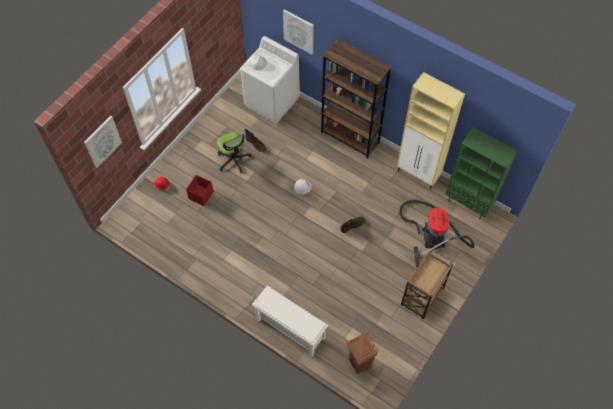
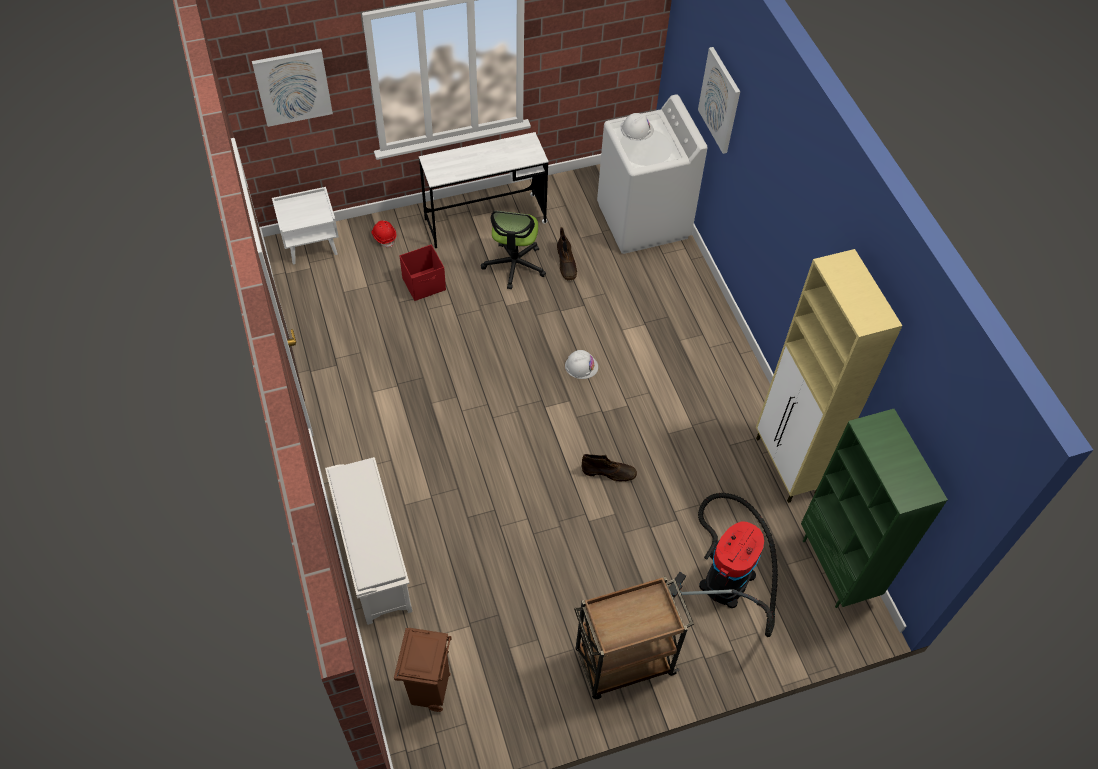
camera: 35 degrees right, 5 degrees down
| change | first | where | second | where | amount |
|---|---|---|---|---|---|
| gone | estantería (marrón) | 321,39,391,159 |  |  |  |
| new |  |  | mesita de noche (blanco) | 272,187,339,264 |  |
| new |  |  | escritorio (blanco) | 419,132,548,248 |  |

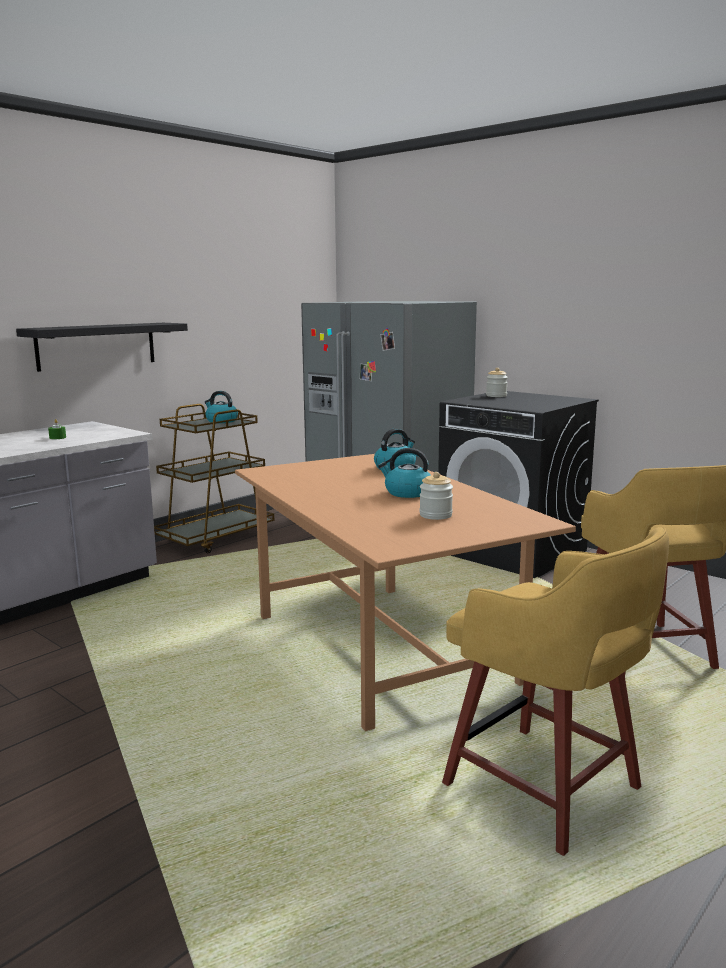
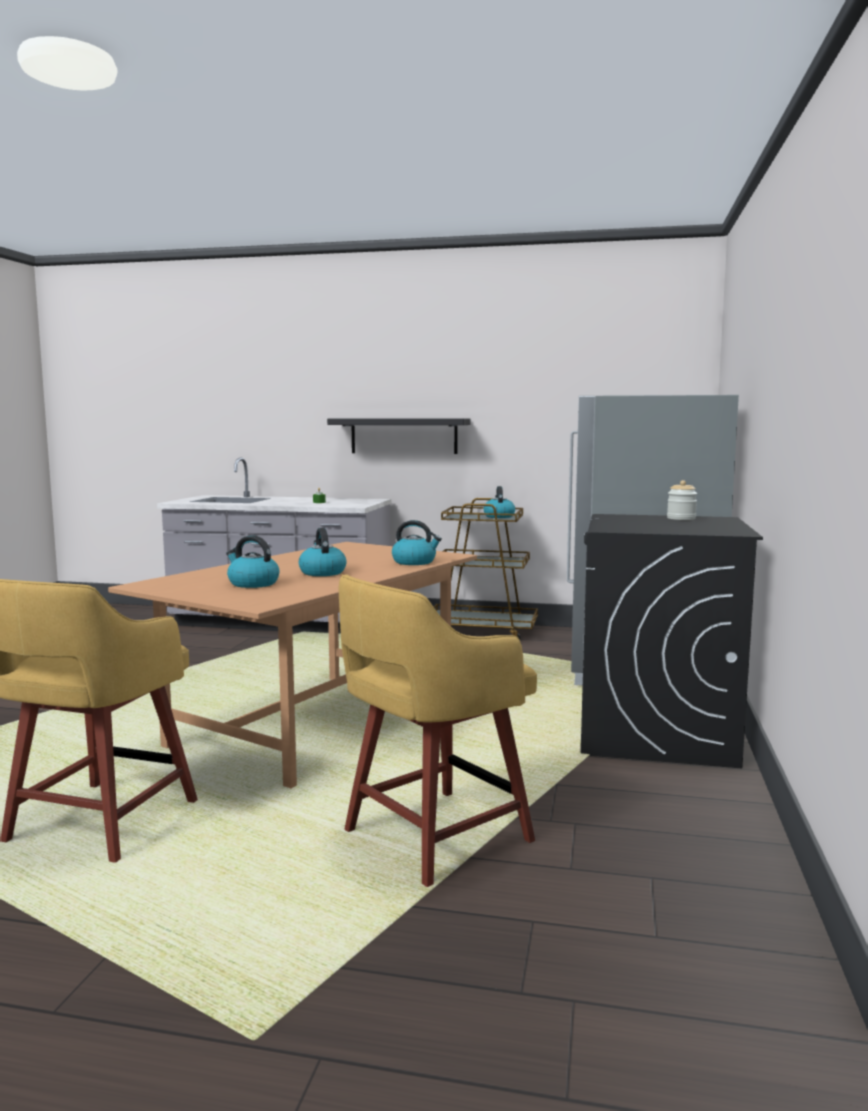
camera: 60 degrees right, 5 degrees down
| change | first | where | second | where | amount |
|---|---|---|---|---|---|
| swapped | tarro | 419,472,453,520 | hervidor | 226,536,279,588 |  |

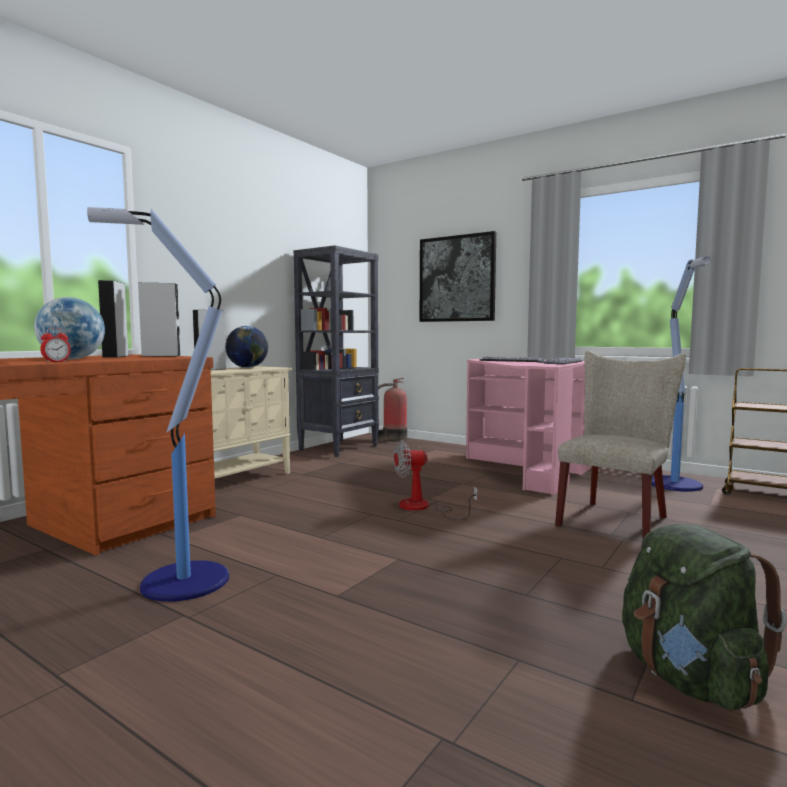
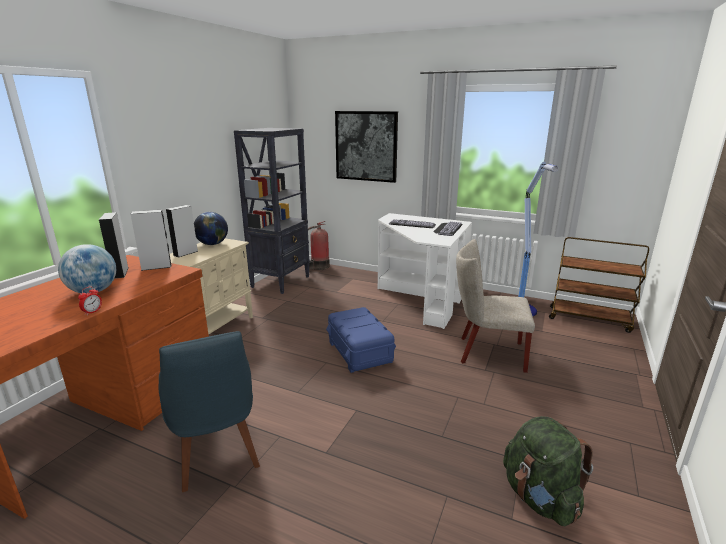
camera: 10 degrees left, 15 degrees up
| change | first | where | second | where | amount |
|---|---|---|---|---|---|
| swapped | lámpara de pie | 87,207,229,602 | silla (azul) | 158,331,260,492 |  |
| swapped | ventilador | 394,440,478,520 | caja de almacenaje (azul) | 326,307,396,373 |  |
| repainted | escritorio (rosa) | 466,358,592,495 | escritorio (blanco) | 378,213,472,329 |  |
| rotated | silla (beis) | 555,351,686,538 |  | 456,239,535,373 | 105 degrees counterclockwise |

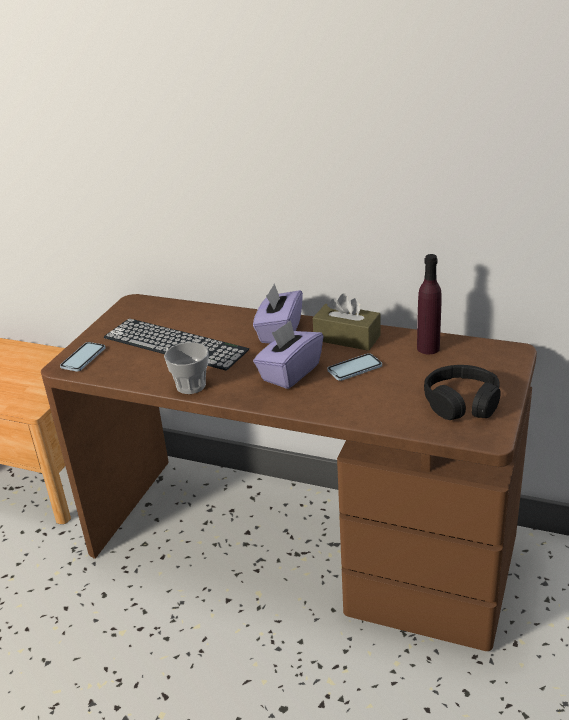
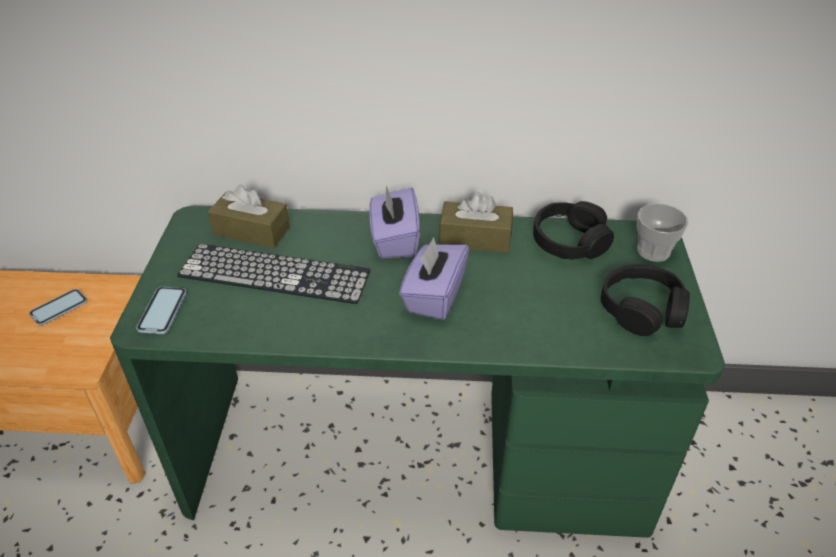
camera: 20 degrees left, 10 degrees up
| change | first | where | second | where | amount |
|---|---|---|---|---|---|
| new |  |  | caja de pañuelos (marrón) | 208,185,290,248 |  |
| shifted | taza | 164,342,209,394 |  | 637,203,688,262 |  |
| shifted | móvil | 327,353,382,381 |  | 29,289,87,326 |  |
| swapped | botella (morado) | 417,254,442,354 | auriculares (negro) | 533,201,614,260 |  |
| repainted | escritorio (marrón) | 41,294,537,651 | escritorio (verde) | 110,206,725,538 |  |

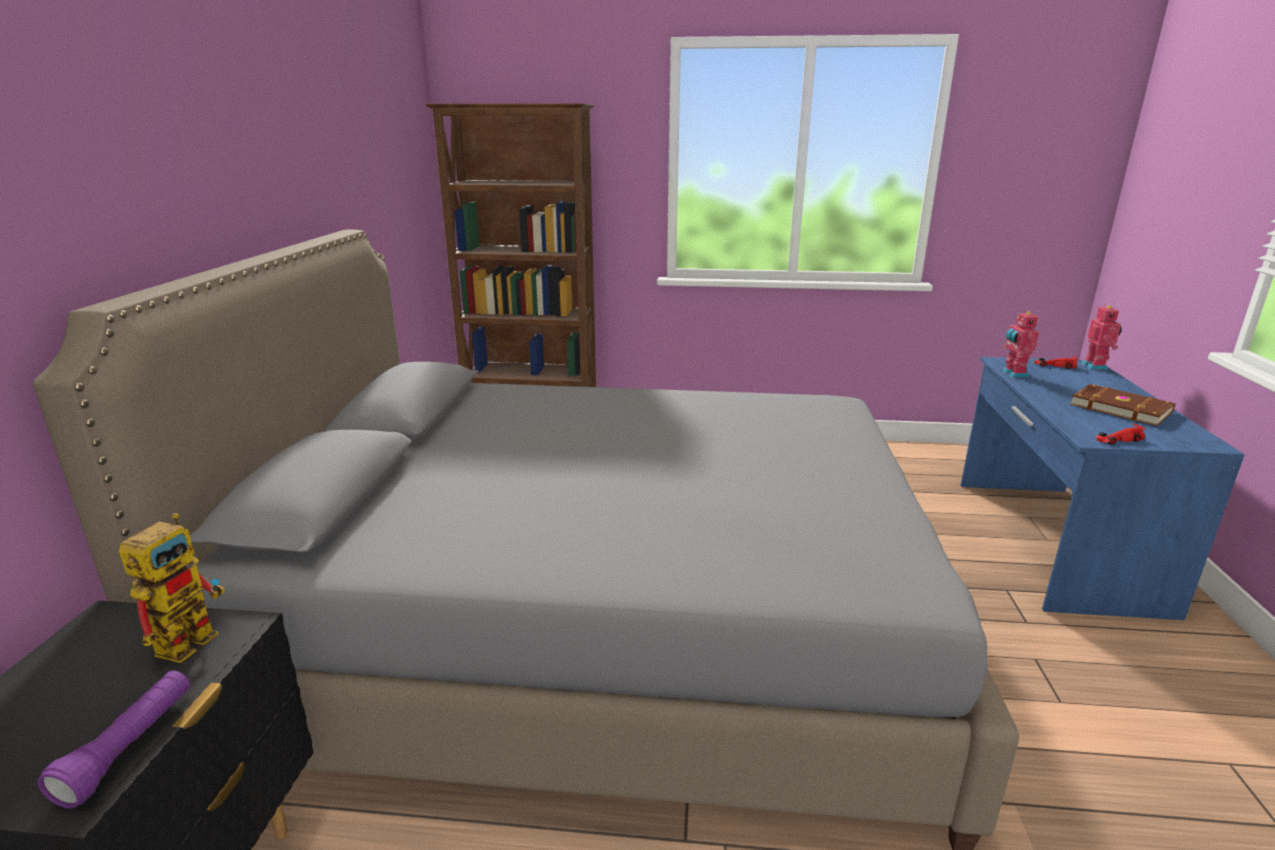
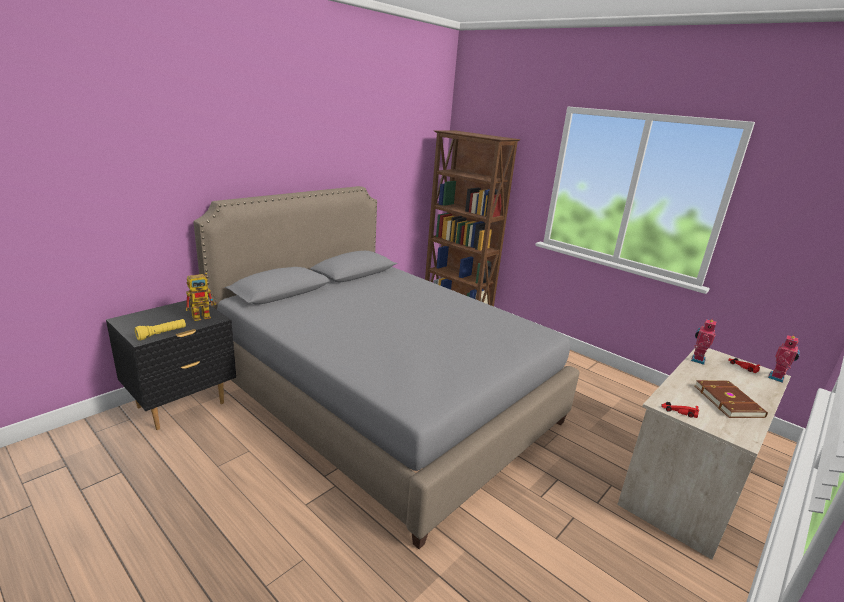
camera: 35 degrees right, 0 degrees up
| change | first | where | second | where | amount |
|---|---|---|---|---|---|
| repainted | linterna (morado) | 38,671,190,808 | linterna (amarillo) | 135,319,186,341 |  |
| repainted | escritorio (azul) | 960,357,1245,620 | escritorio (beis) | 617,346,791,560 |  |

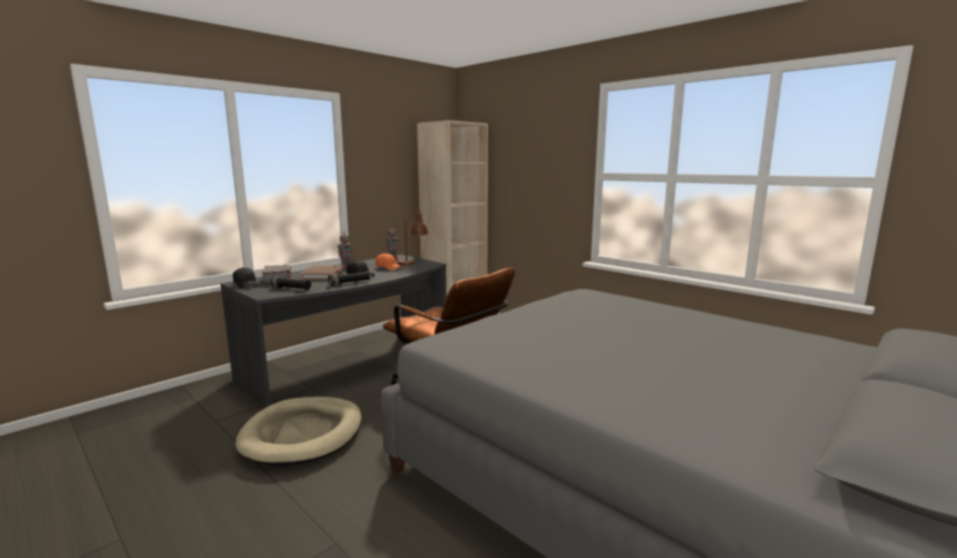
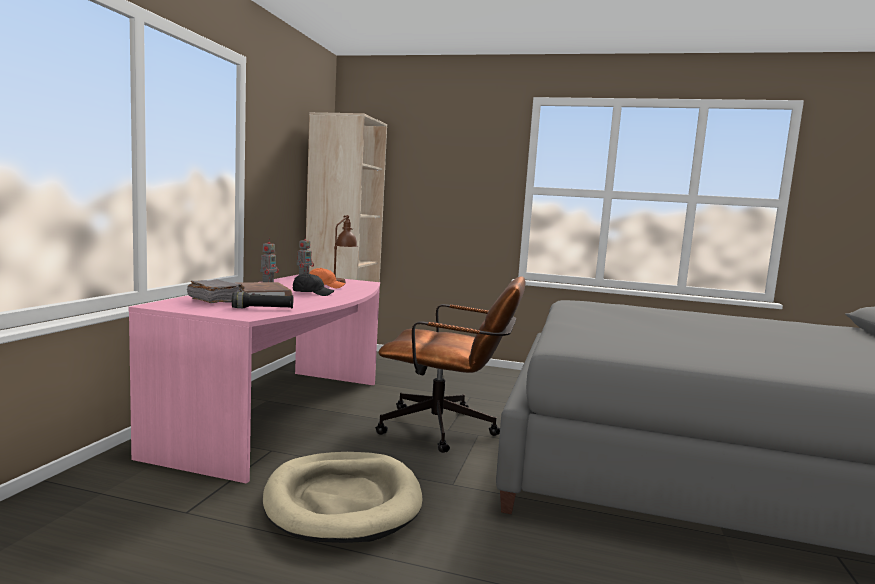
camera: 30 degrees left, 5 degrees down
| change | first | where | second | where | amount |
|---|---|---|---|---|---|
| gone | gorra (negro) | 233,268,257,288 |  |  |  |
| gone | linterna (negro) | 328,271,370,286 |  |  |  |
| repainted | escritorio (gris) | 220,255,446,407 | escritorio (rosa) | 128,274,380,484 |  |

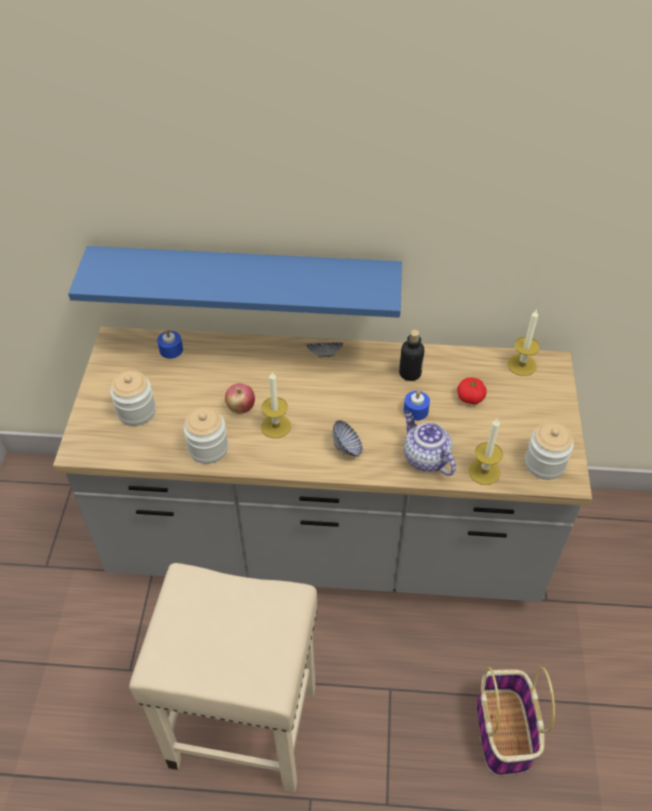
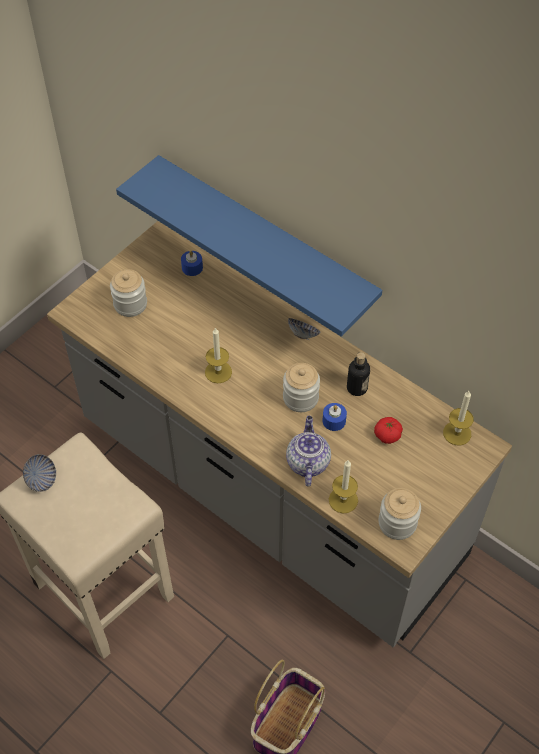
camera: 35 degrees right, 5 degrees up
| change | first | where | second | where | amount |
|---|---|---|---|---|---|
| gone | manzana | 225,383,255,414 |  |  |  |
| shifted | tarro | 183,407,228,464 |  | 283,363,320,412 |  |
| shifted | cuenco | 332,420,363,456 |  | 23,454,56,492 |  |

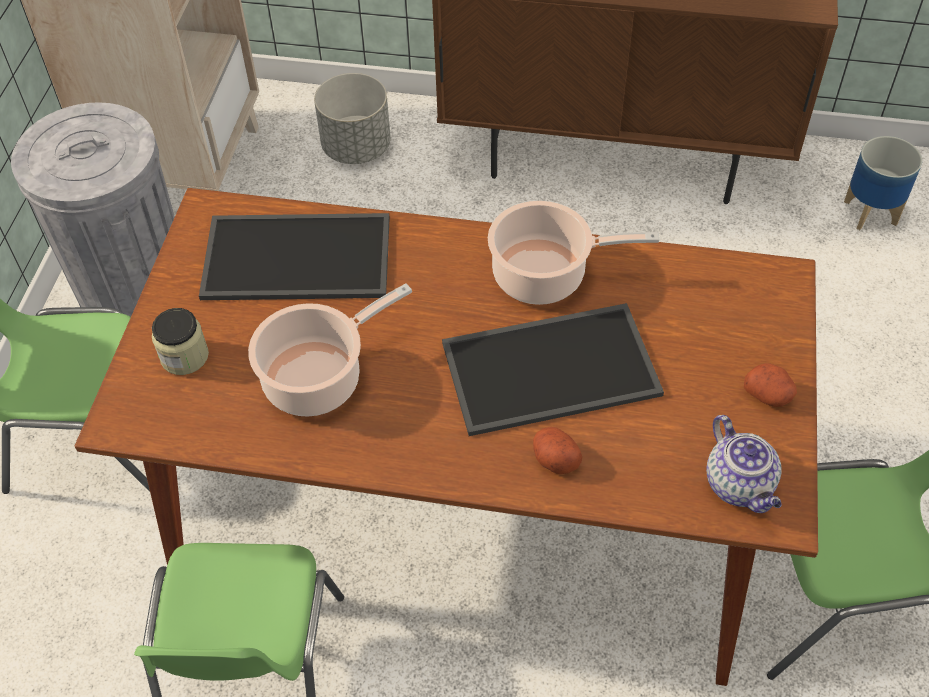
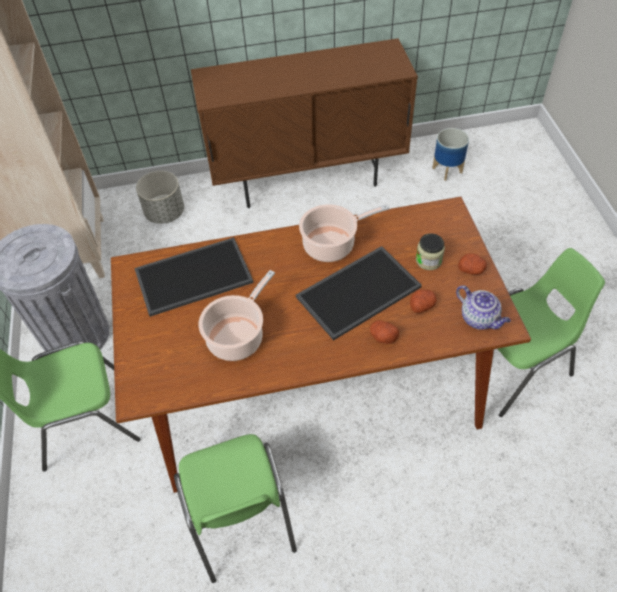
camera: 20 degrees left, 0 degrees up
| change | first | where | second | where | amount |
|---|---|---|---|---|---|
| new |  |  | patata | 410,289,437,313 |  |
| shifted | tarro | 152,308,209,375 |  | 416,233,445,270 |  |

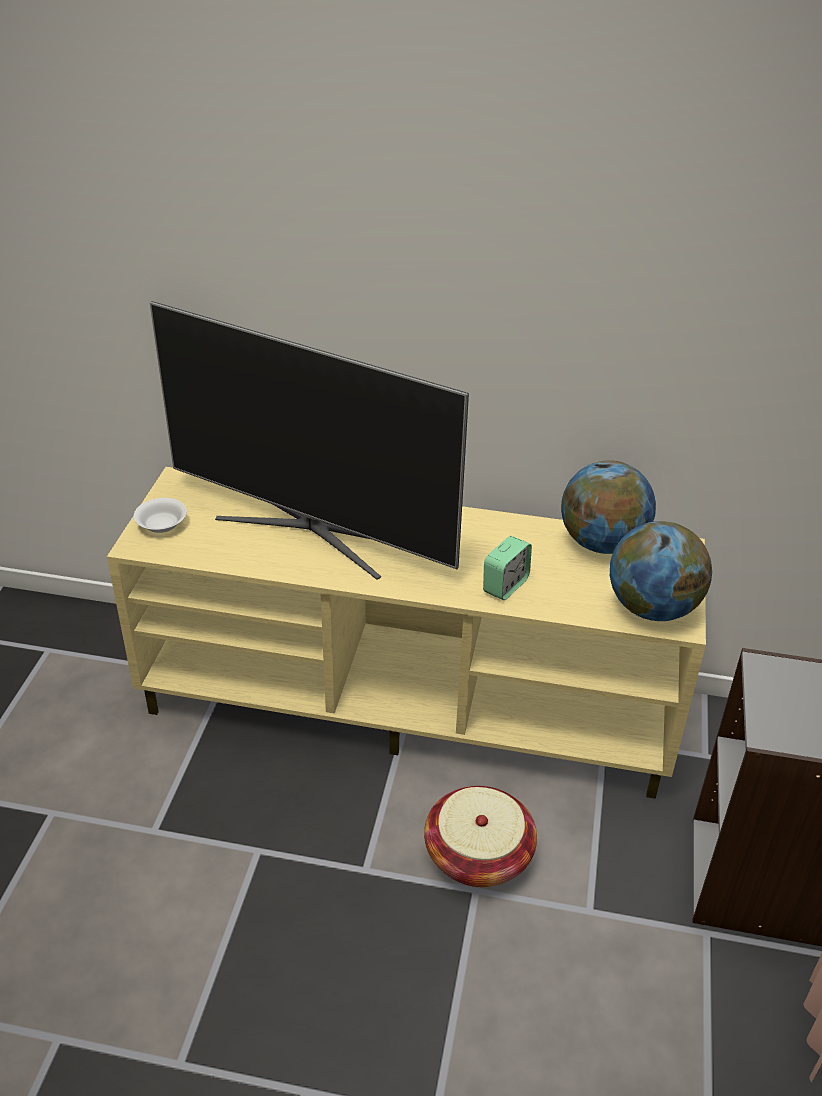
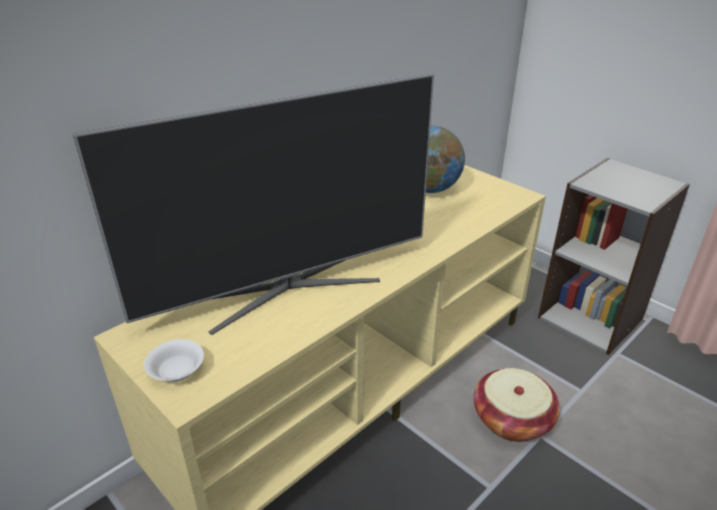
camera: 55 degrees left, 5 degrees down
| change | first | where | second | where | amount |
|---|---|---|---|---|---|
| gone | despertador | 483,536,532,600 |  |  |  |
| gone | globo terráqueo | 610,521,712,621 |  |  |  |

